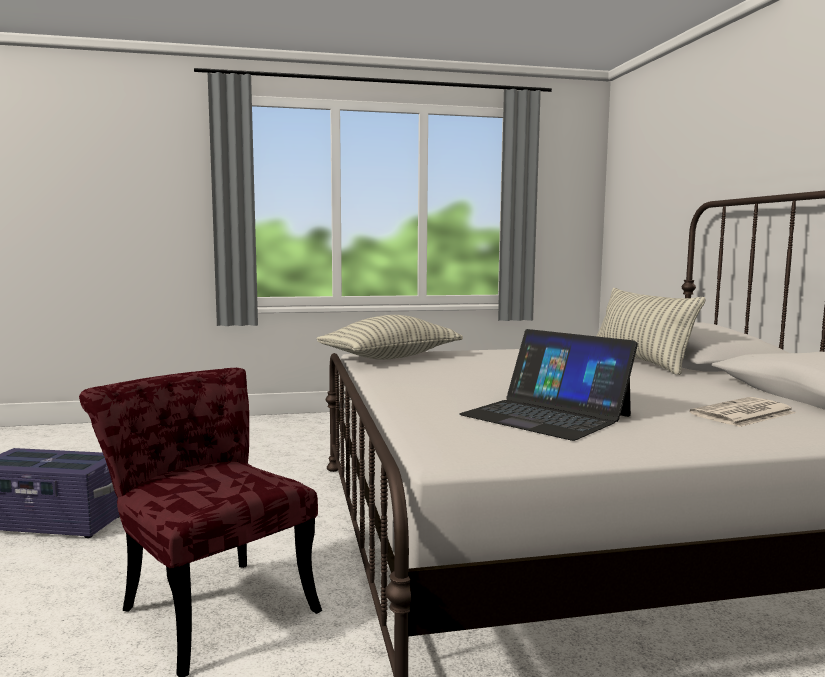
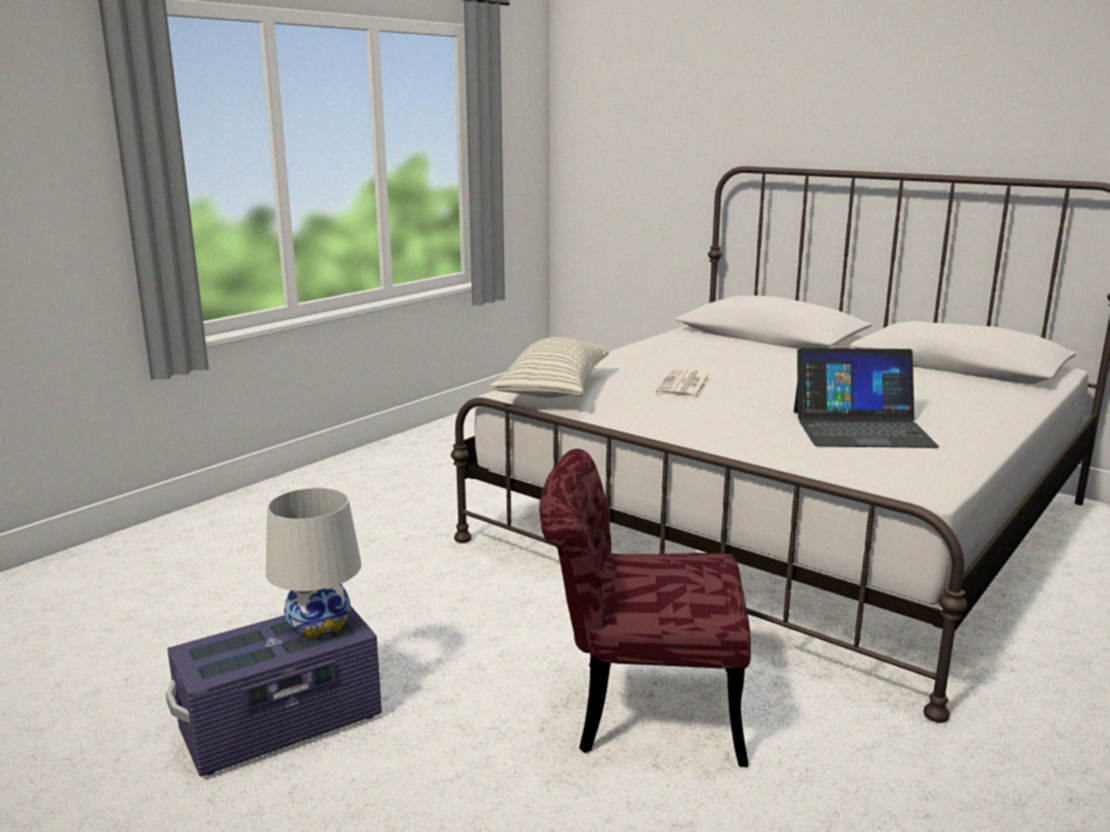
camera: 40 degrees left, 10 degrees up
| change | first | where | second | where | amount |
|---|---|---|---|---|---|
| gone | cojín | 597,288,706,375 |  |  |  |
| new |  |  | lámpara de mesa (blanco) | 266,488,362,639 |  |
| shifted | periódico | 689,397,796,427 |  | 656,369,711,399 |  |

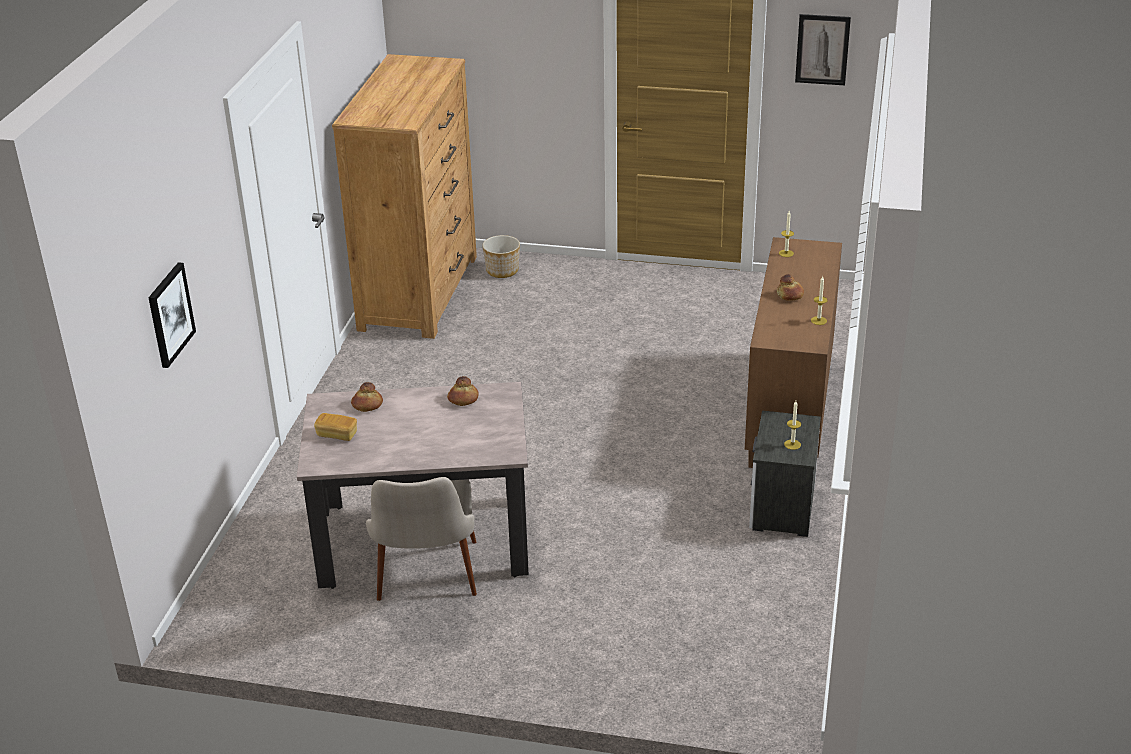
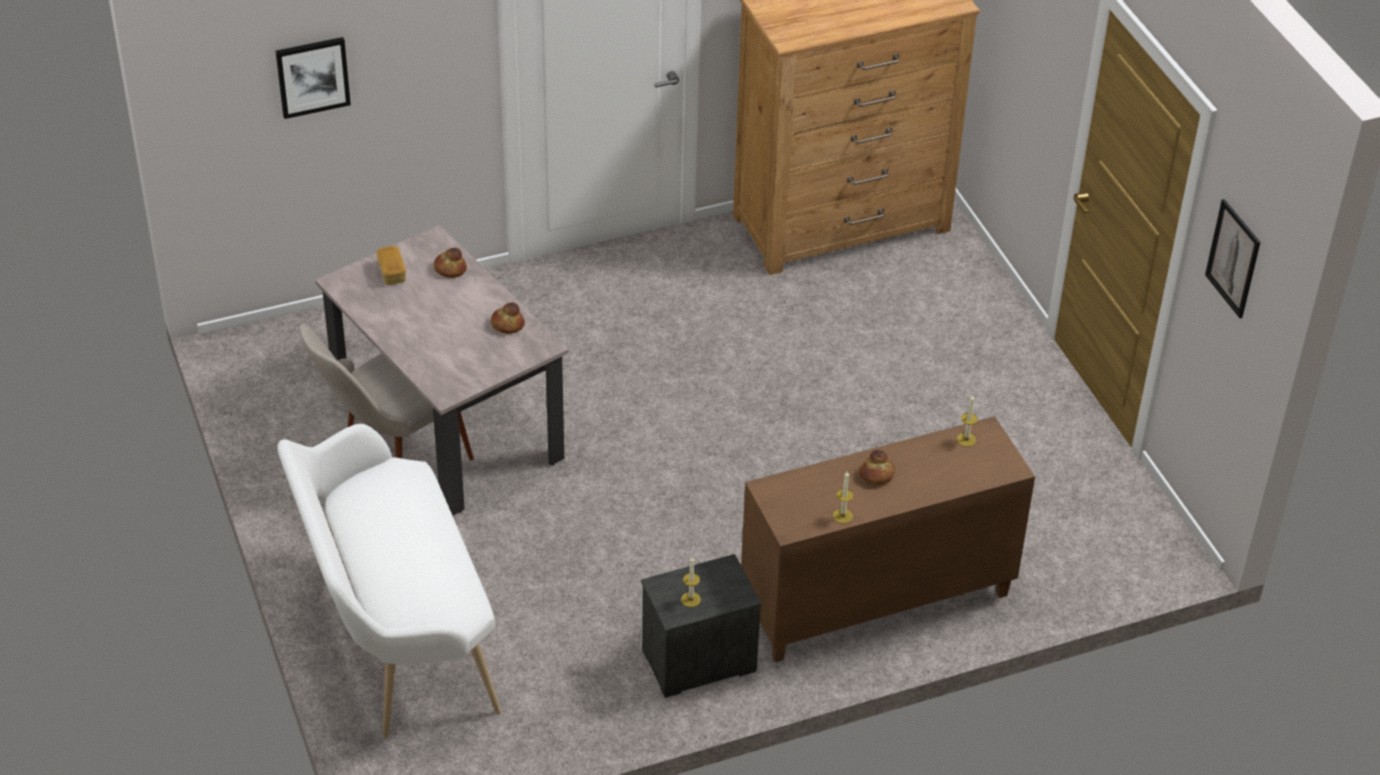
camera: 55 degrees right, 10 degrees up
| change | first | where | second | where | amount |
|---|---|---|---|---|---|
| gone | maceta | 482,235,520,278 |  |  |  |
| new |  |  | banco (blanco) | 277,424,501,738 |  |

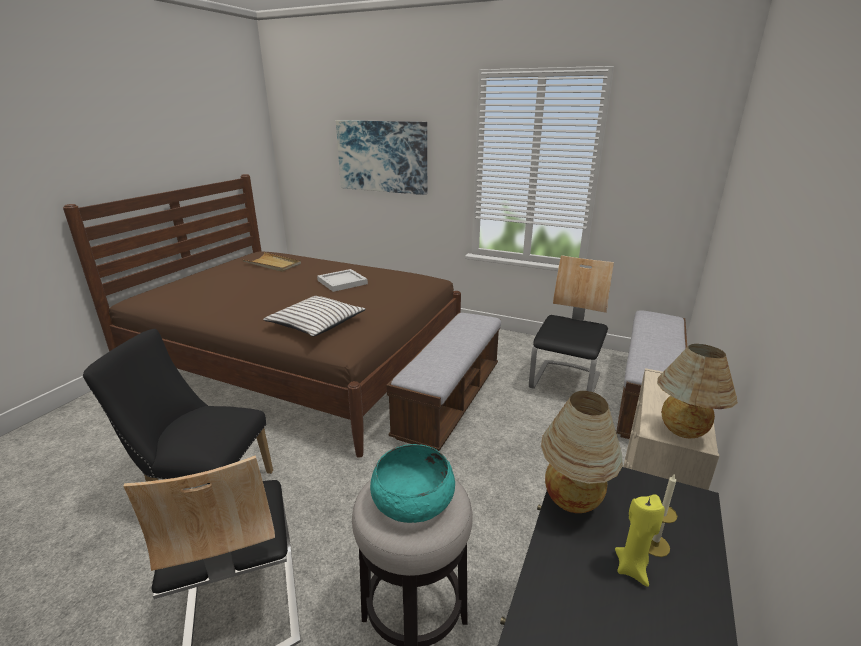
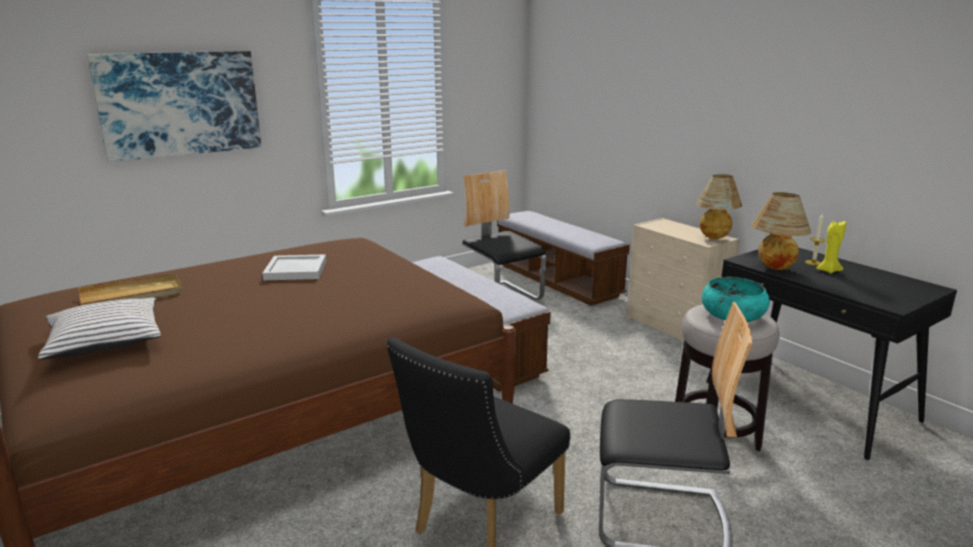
camera: 60 degrees left, 5 degrees down
| change | first | where | second | where | amount |
|---|---|---|---|---|---|
| shifted | cojín (blanco) | 263,296,366,336 |  | 38,297,161,360 |  |

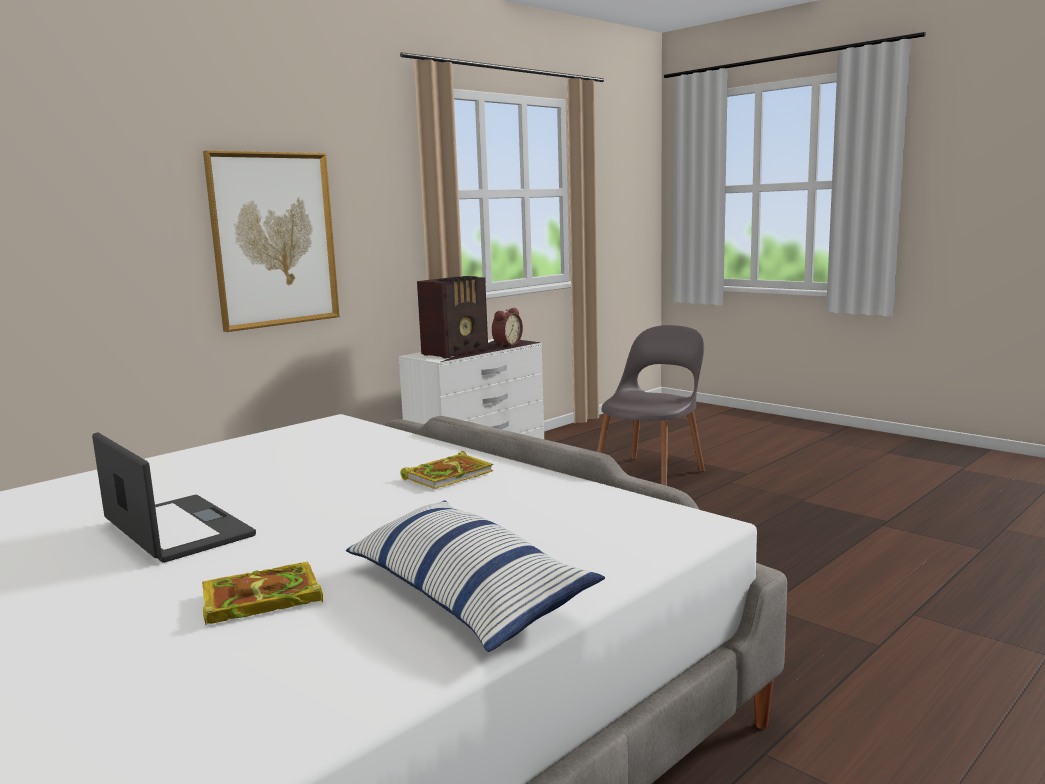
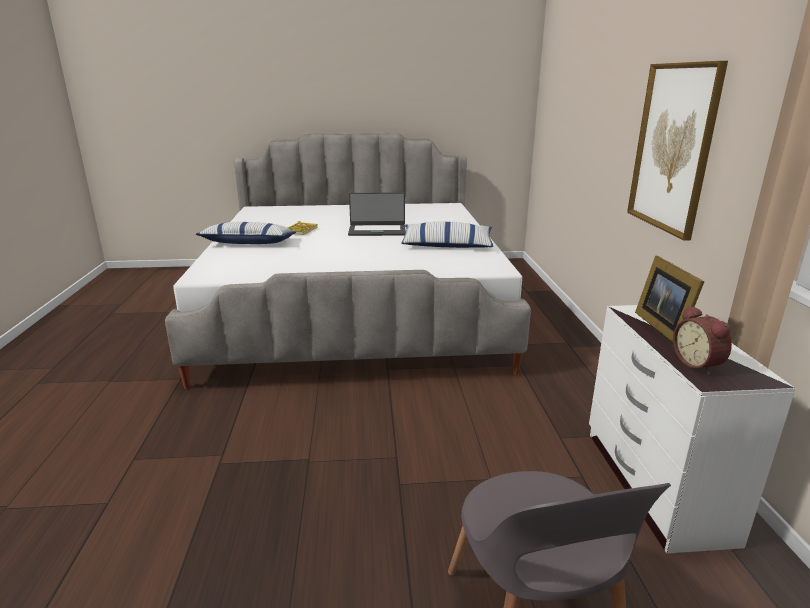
camera: 130 degrees right, 10 degrees up
| change | first | where | second | where | amount |
|---|---|---|---|---|---|
| gone | libro | 400,451,494,489 |  |  |  |
| new |  |  | cojín | 401,222,493,248 |  |
| swapped | radio | 417,276,488,359 | portarretratos | 635,256,705,342 |  |

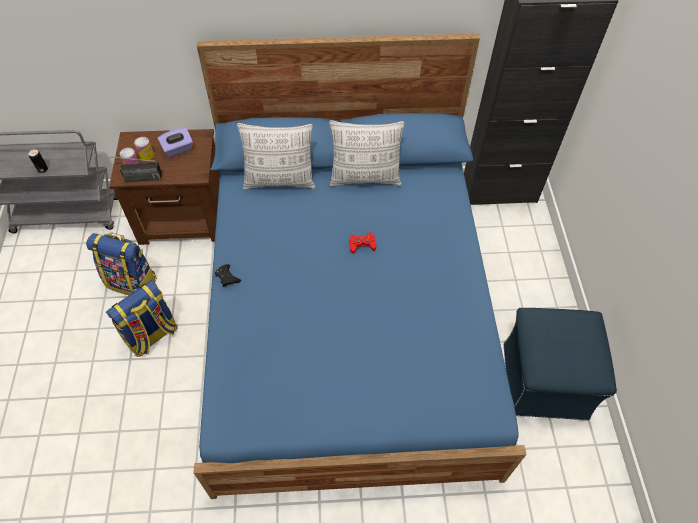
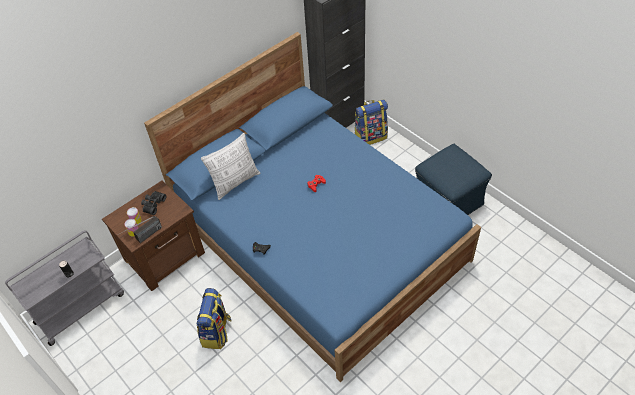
camera: 35 degrees left, 5 degrees down
| change | first | where | second | where | amount |
|---|---|---|---|---|---|
| gone | cojín | 329,120,405,187 |  |  |  |
| shifted | mochila | 86,233,157,295 |  | 355,99,388,145 |  |
| swapped | caja de pañuelos (morado) | 157,128,193,157 | prismáticos (negro) | 141,191,166,215 |  |

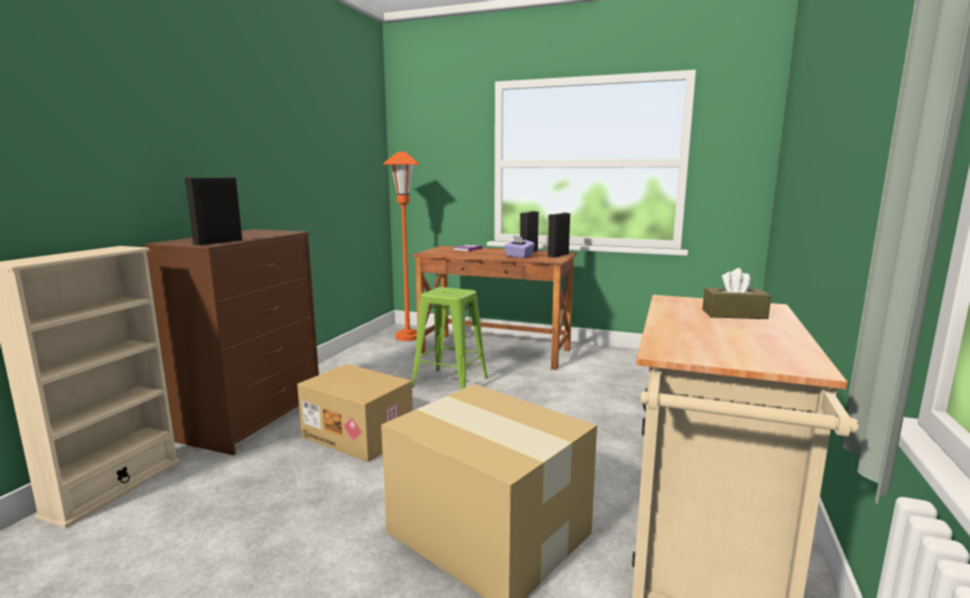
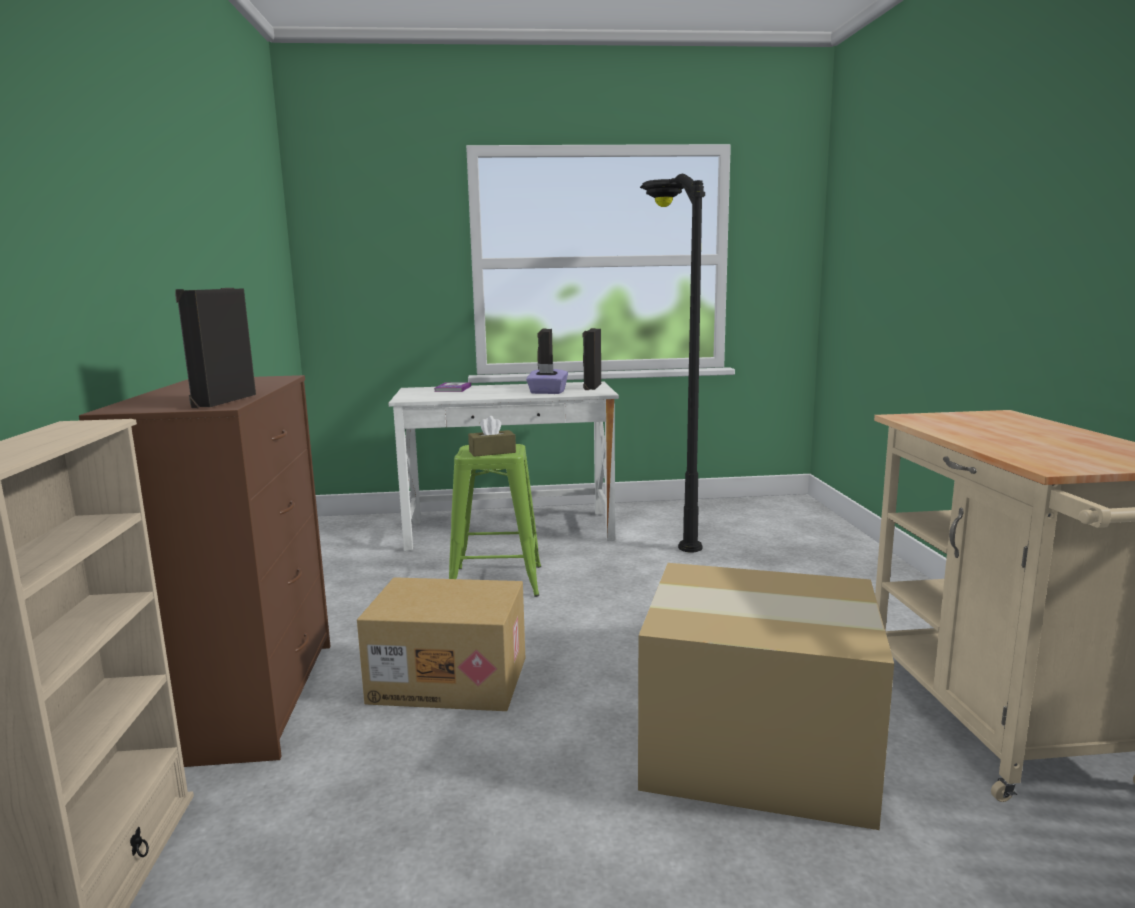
camera: 25 degrees left, 0 degrees up
| change | first | where | second | where | amount |
|---|---|---|---|---|---|
| gone | lámpara de pie (naranja) | 383,152,420,341 |  |  |  |
| new |  |  | lámpara de pie (negro) | 640,174,705,552 |  |
| shifted | caja de pañuelos (marrón) | 702,268,771,319 |  | 468,416,516,457 |  |
| repainted | escritorio (marrón) | 412,246,577,370 | escritorio (blanco) | 388,381,619,551 |  |

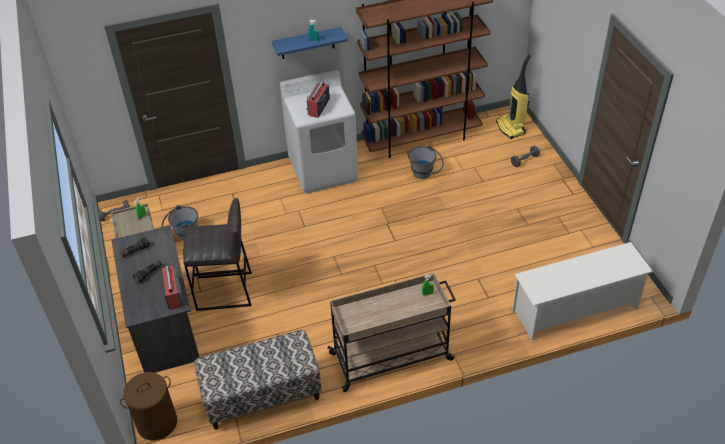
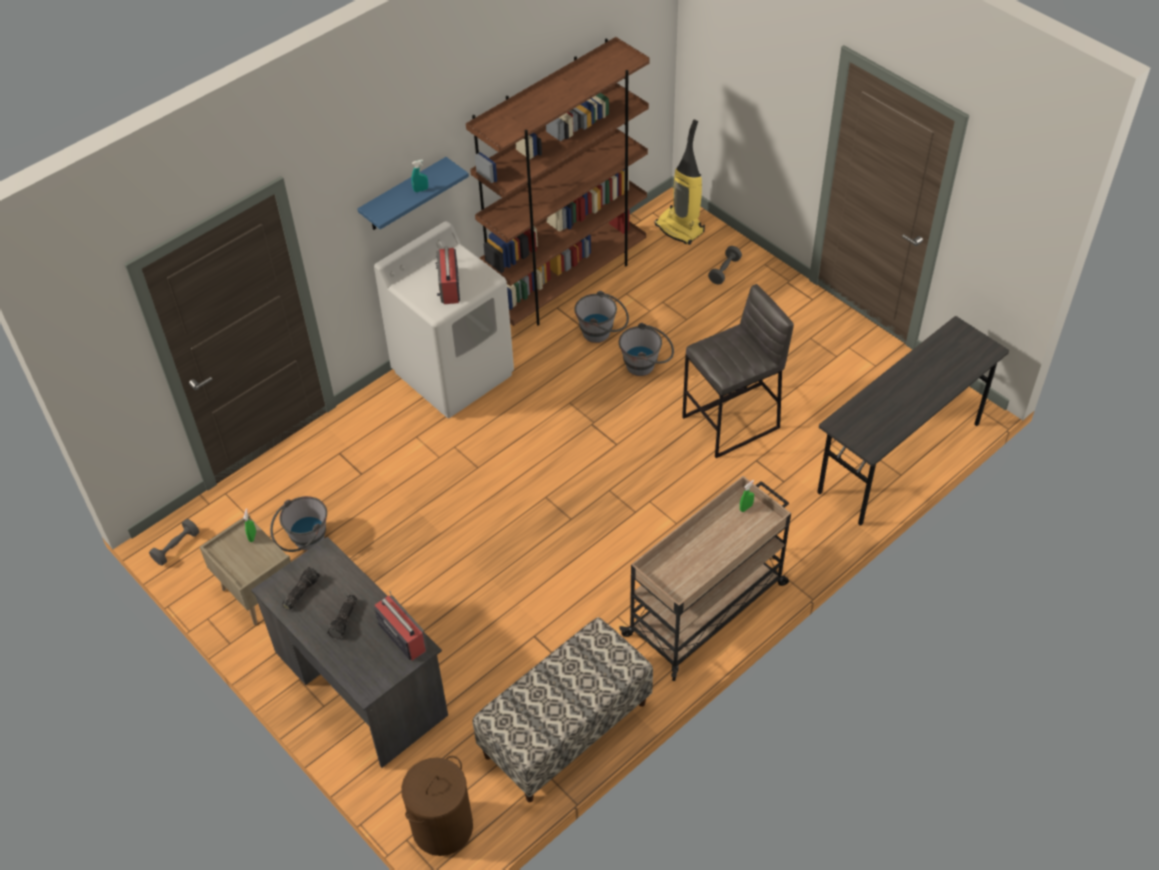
camera: 25 degrees left, 5 degrees up
| change | first | where | second | where | amount |
|---|---|---|---|---|---|
| new |  |  | cubo (gris) | 619,323,674,376 |  |
| shifted | taburete (gris) | 183,198,252,311 |  | 682,284,794,458 |  |
| swapped | zapatero (blanco) | 512,242,653,340 | escritorio (gris) | 817,316,1009,526 |  |

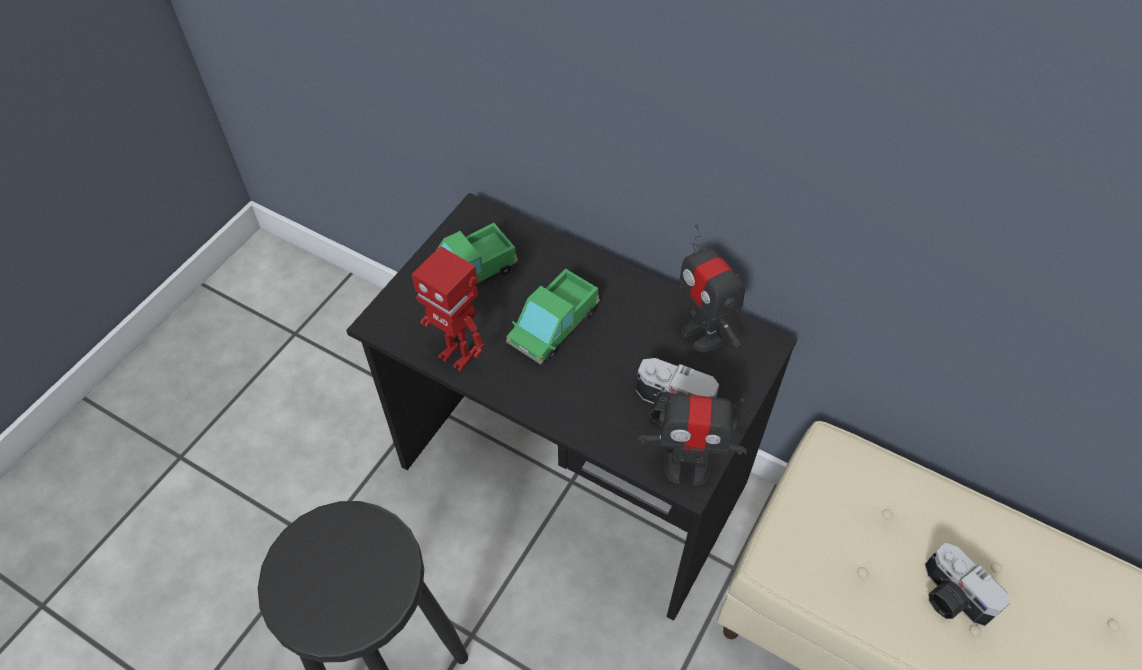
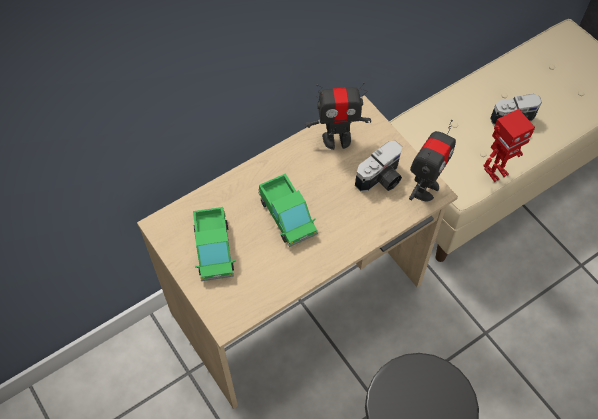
camera: 65 degrees left, 5 degrees up
| change | first | where | second | where | amount |
|---|---|---|---|---|---|
| shifted | robot de juguete | 412,246,484,372 |  | 483,109,535,182 |  |
| repainted | escritorio (negro) | 346,193,797,621 | escritorio (beis) | 137,95,458,409 |  |

